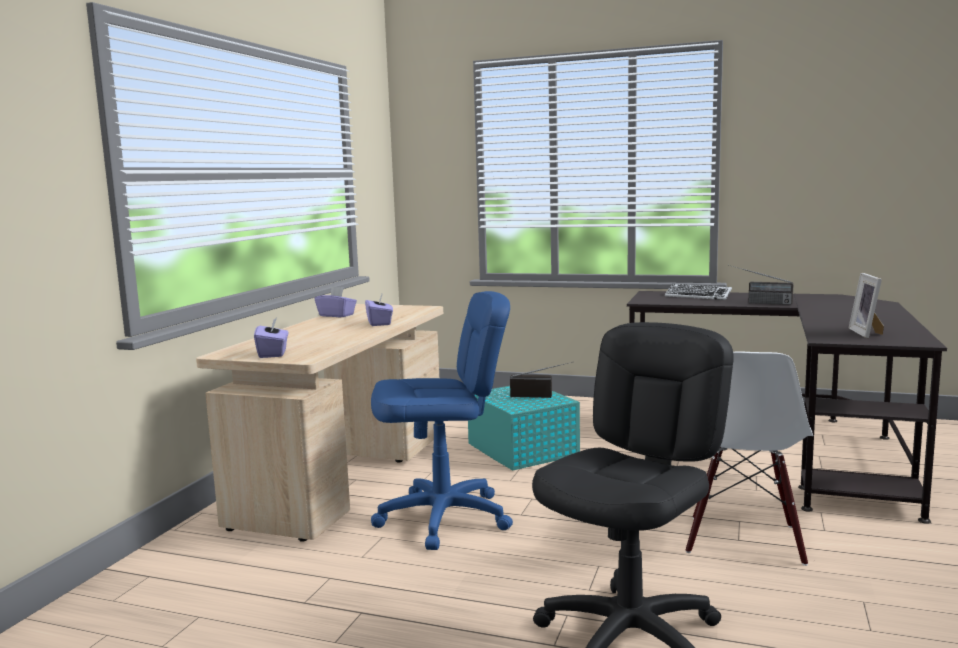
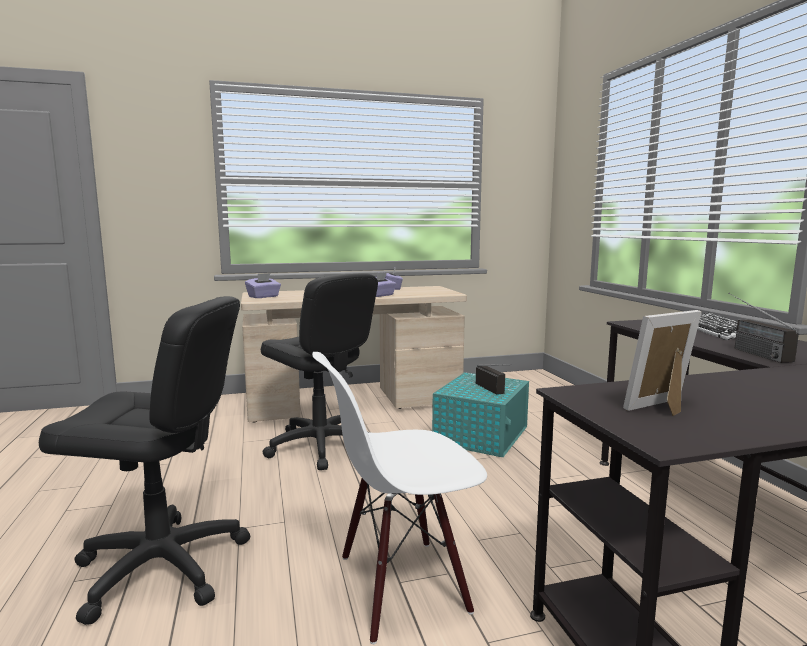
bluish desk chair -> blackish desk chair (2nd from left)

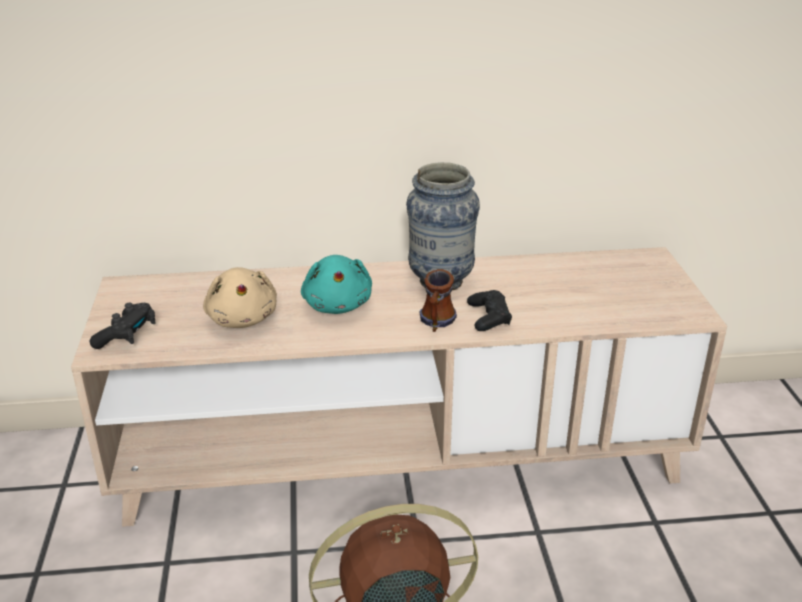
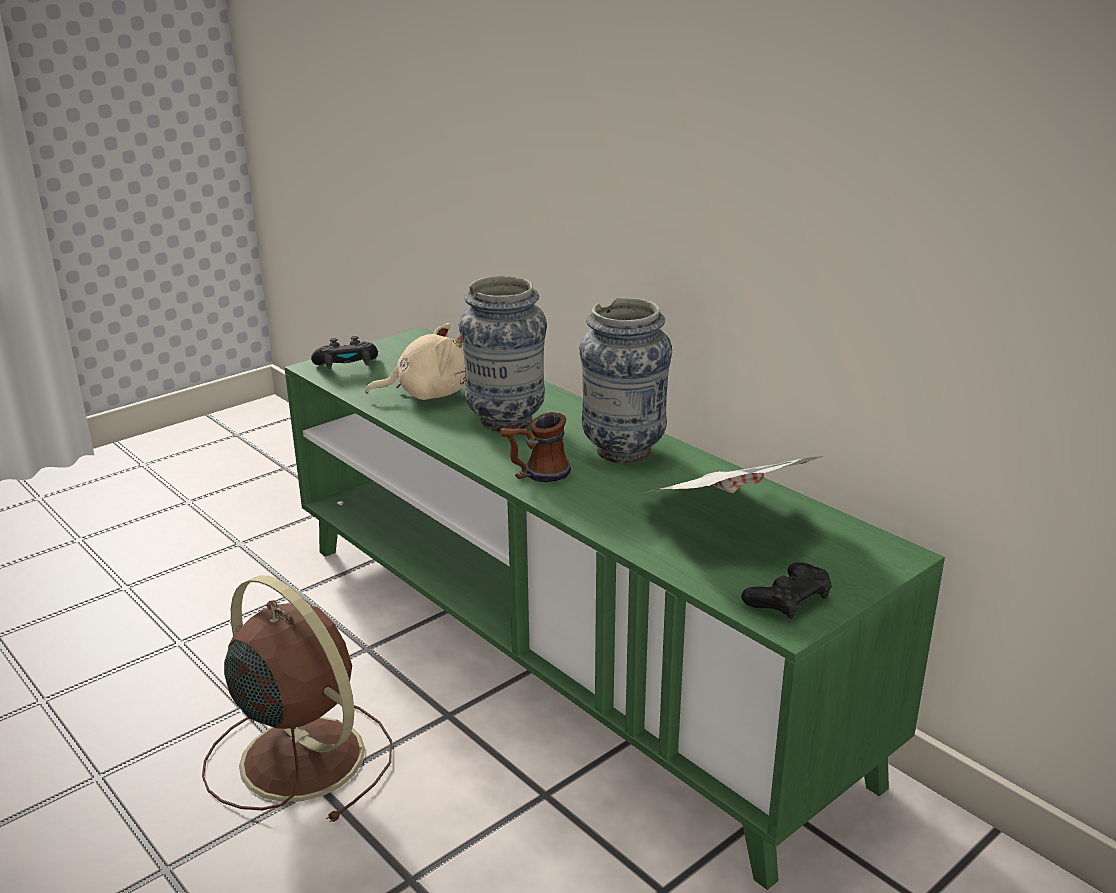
sand-coloured media console -> greenish media console
turquoise-coloured plush toy -> flower vase (1st from left)
sand-coloured plush toy, 135 degrees counterclockwise
blackish game controller (2nd from left), move
none -> printed paper

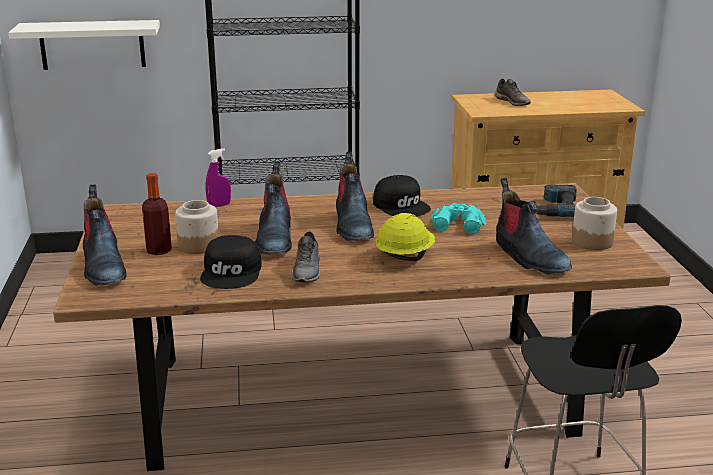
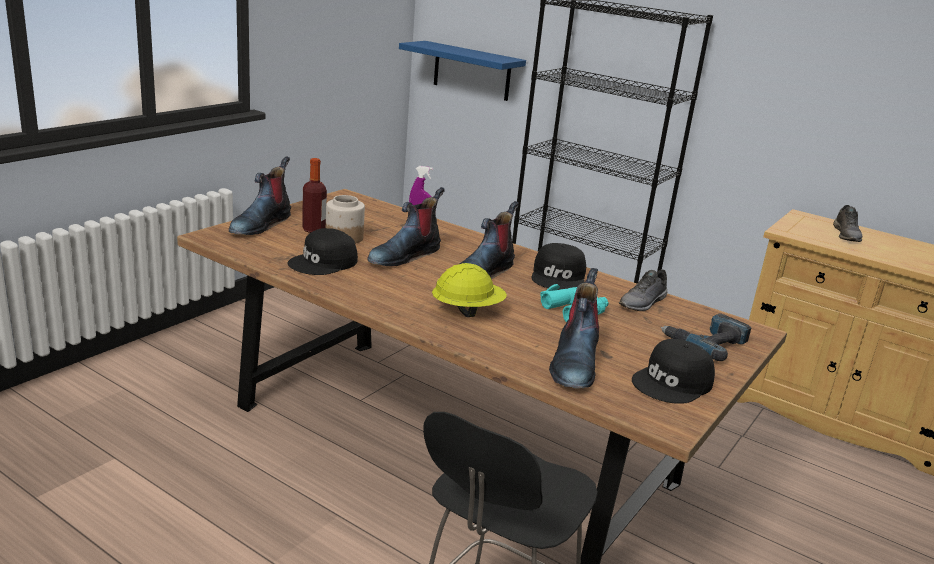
white shelf -> bluish shelf
jar (2nd from left) -> blackish peaked cap (3rd from left)
grey low shoe (1st from left), move

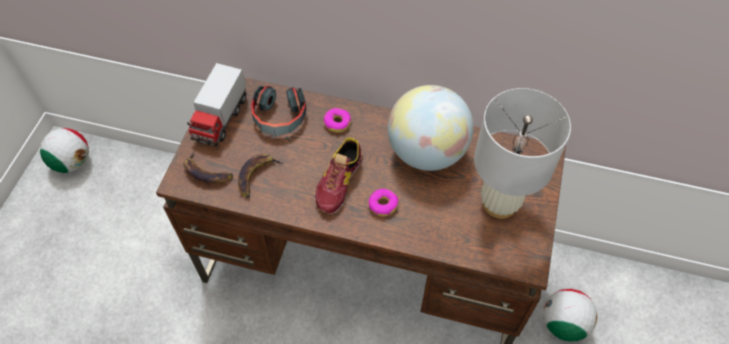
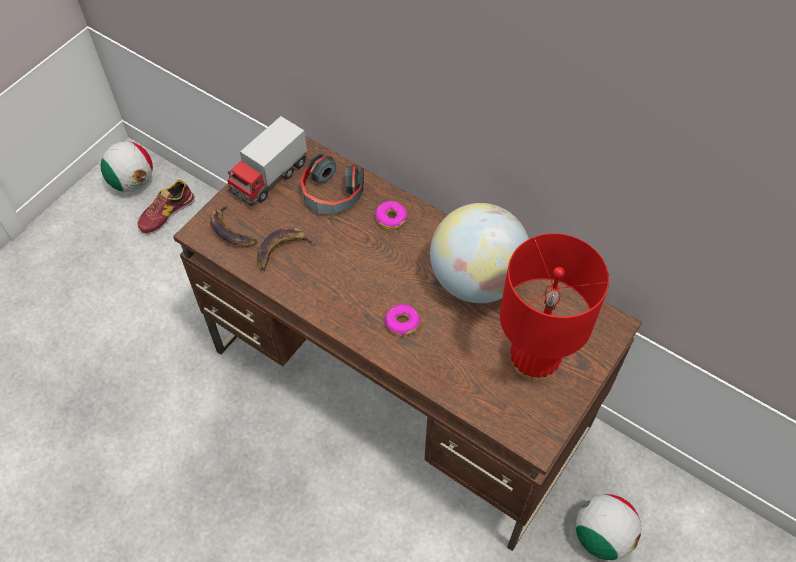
white lamp for a table -> red lamp for a table
low shoe, move

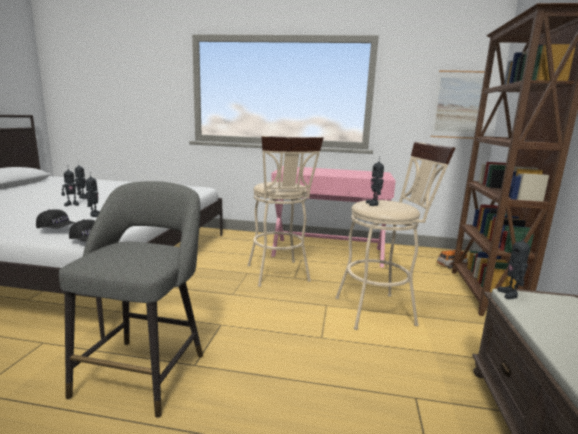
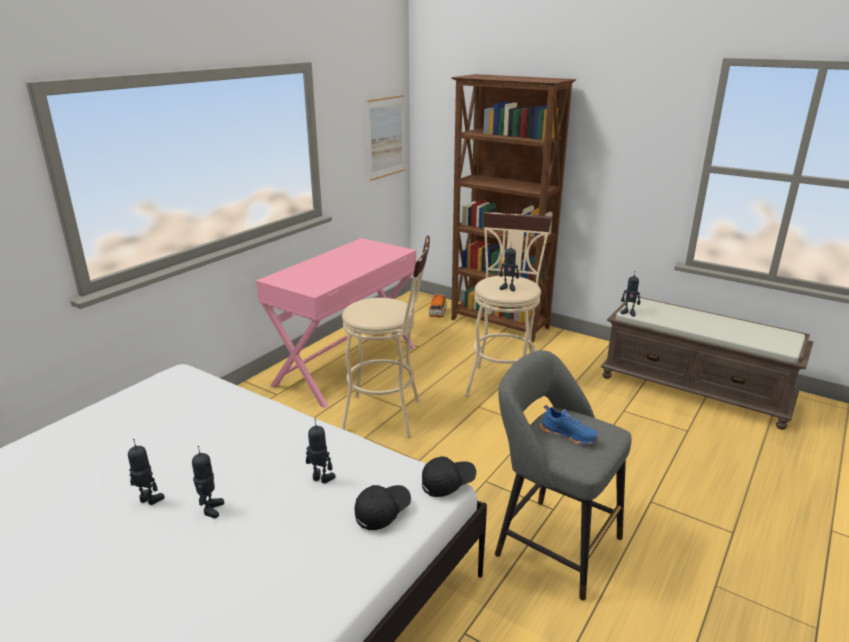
none -> bluish low shoe

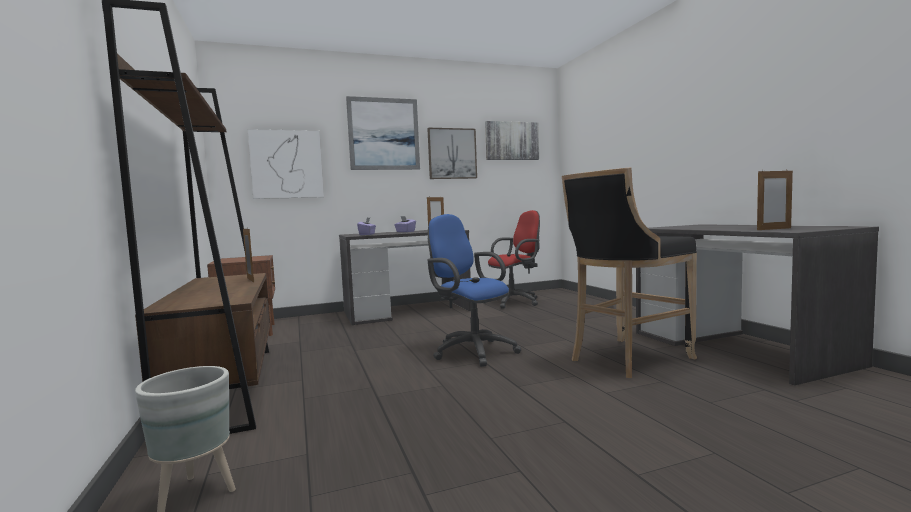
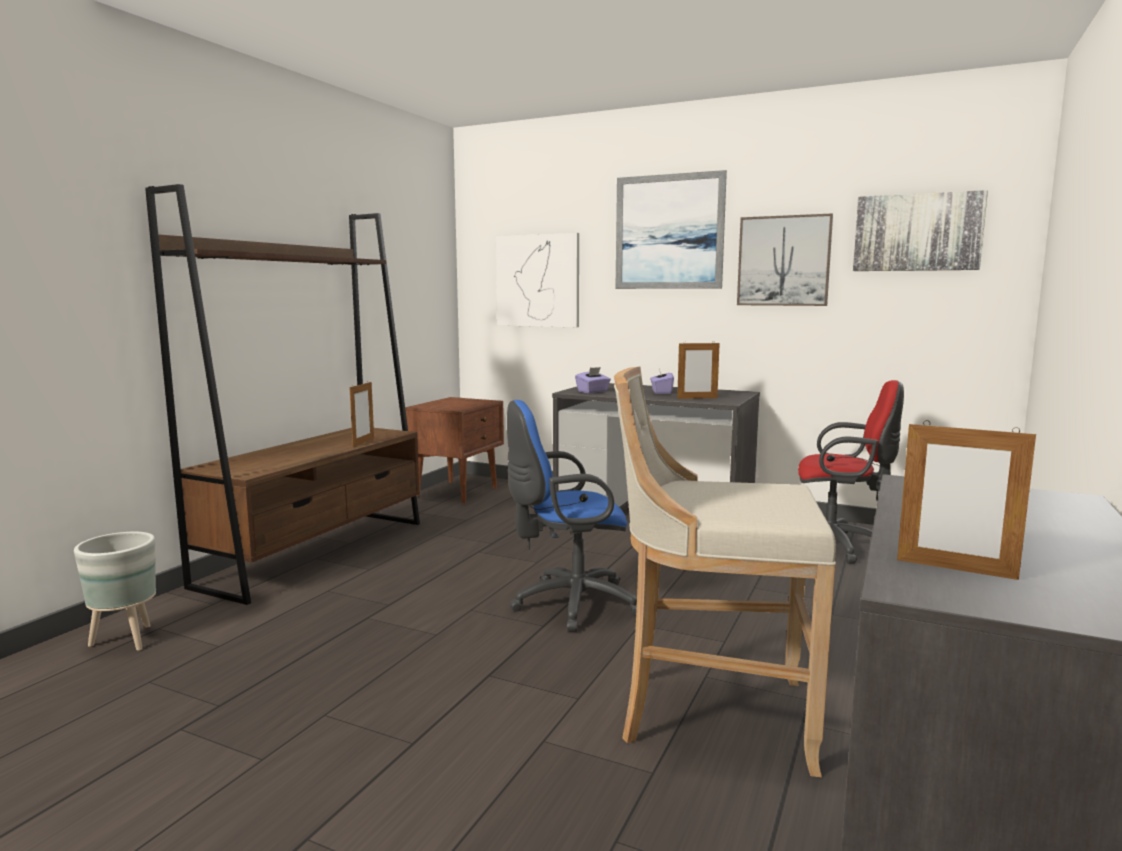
blackish stool seat -> sand-coloured stool seat
bluish desk chair, 105 degrees counterclockwise

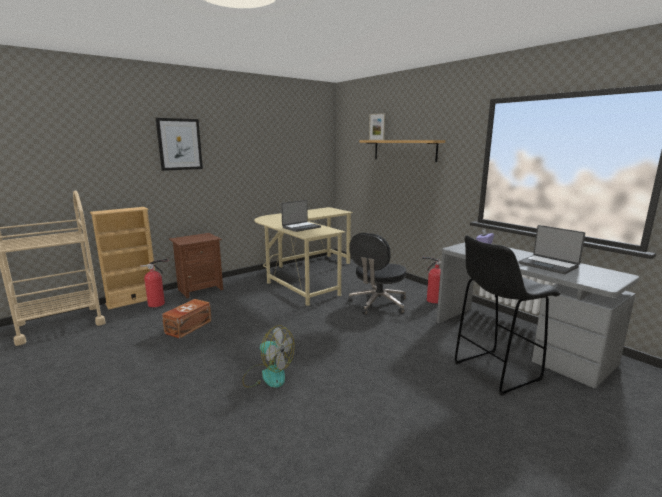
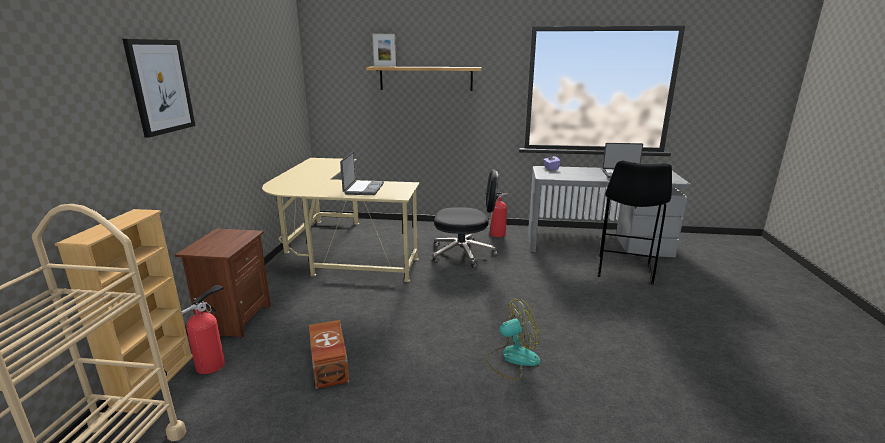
blackish desk chair, 75 degrees counterclockwise

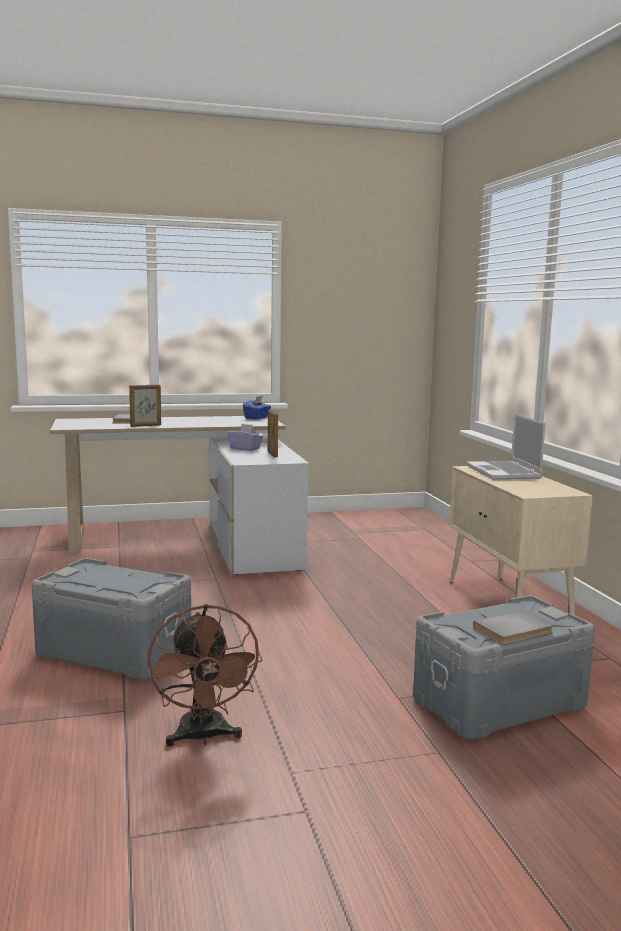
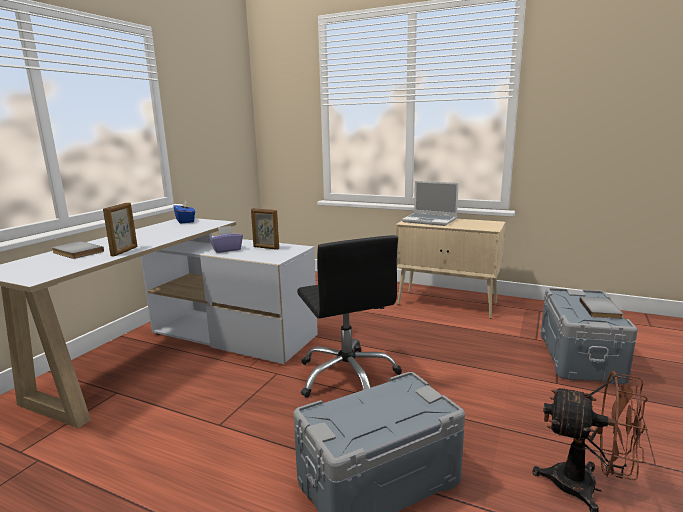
none -> blackish desk chair

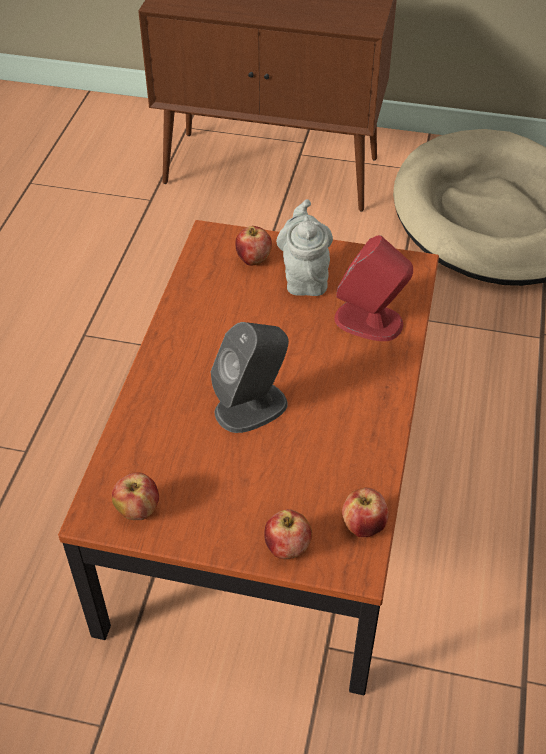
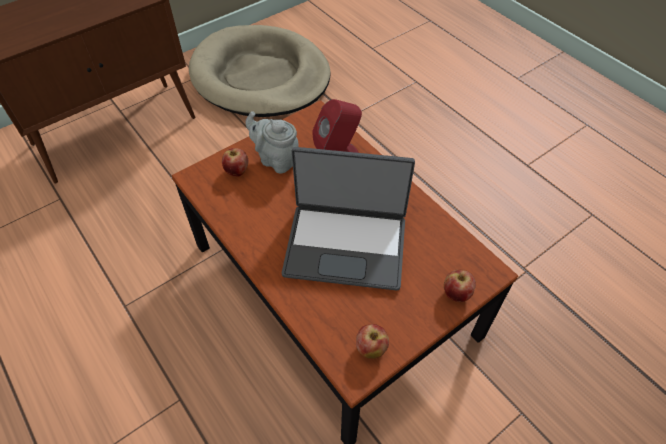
grey audio speaker -> portable computer
whole apple (4th from left) -> none

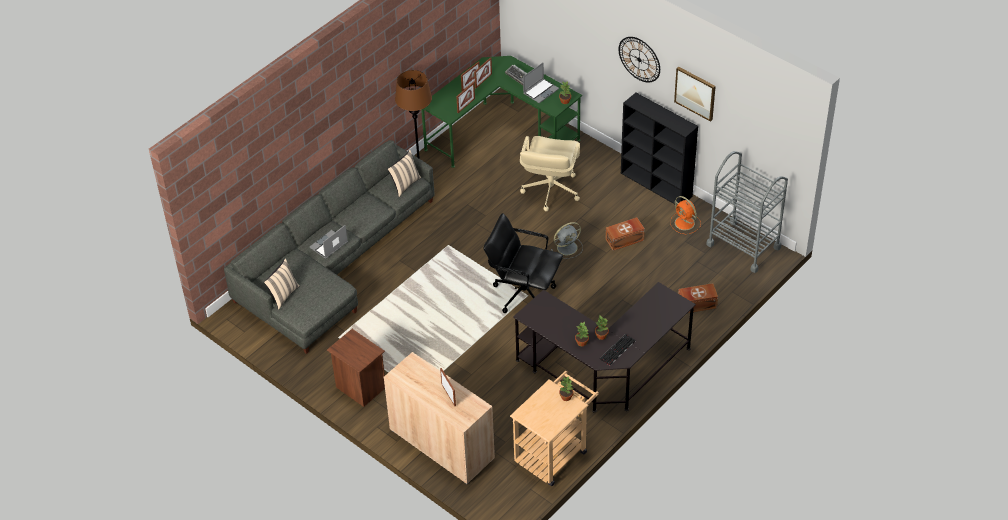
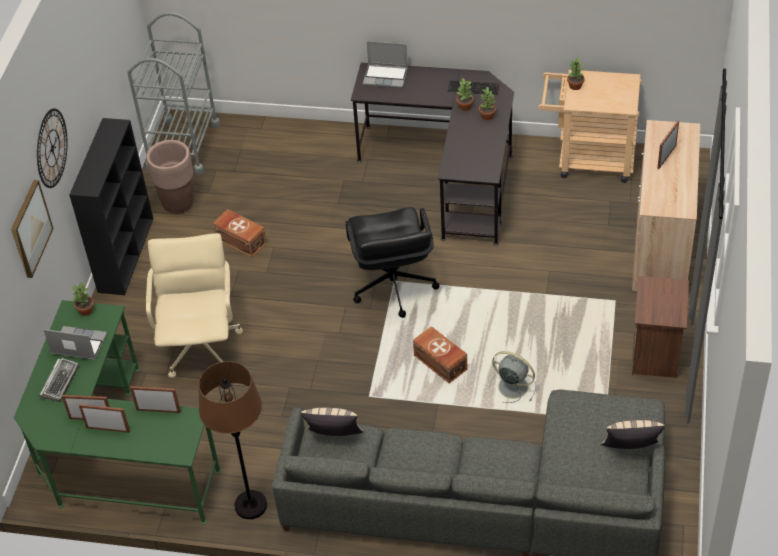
wall picture, move
sand-coloured desk chair, 75 degrees counterclockwise
orangey fan -> brown flower pot
grey fan, move
portable computer (1st from left in the first image) -> portable computer (2nd from left), move
brown storage container (2nd from left), move

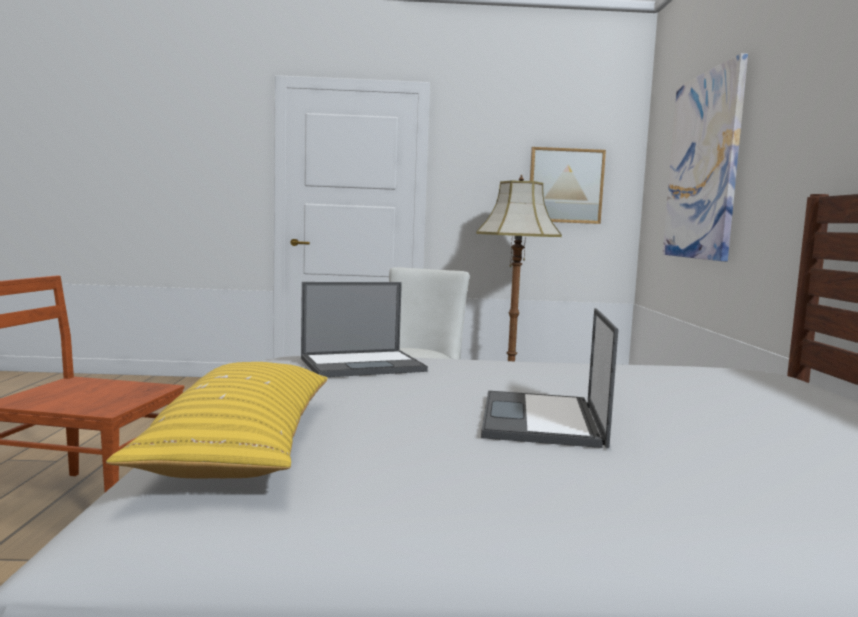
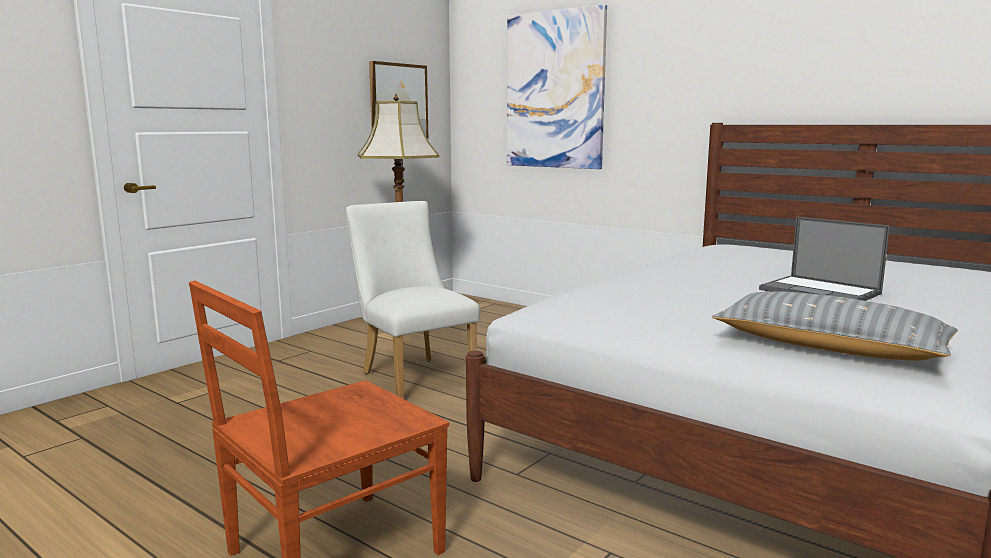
portable computer (1st from left) -> none
yellow pillow -> grey pillow

